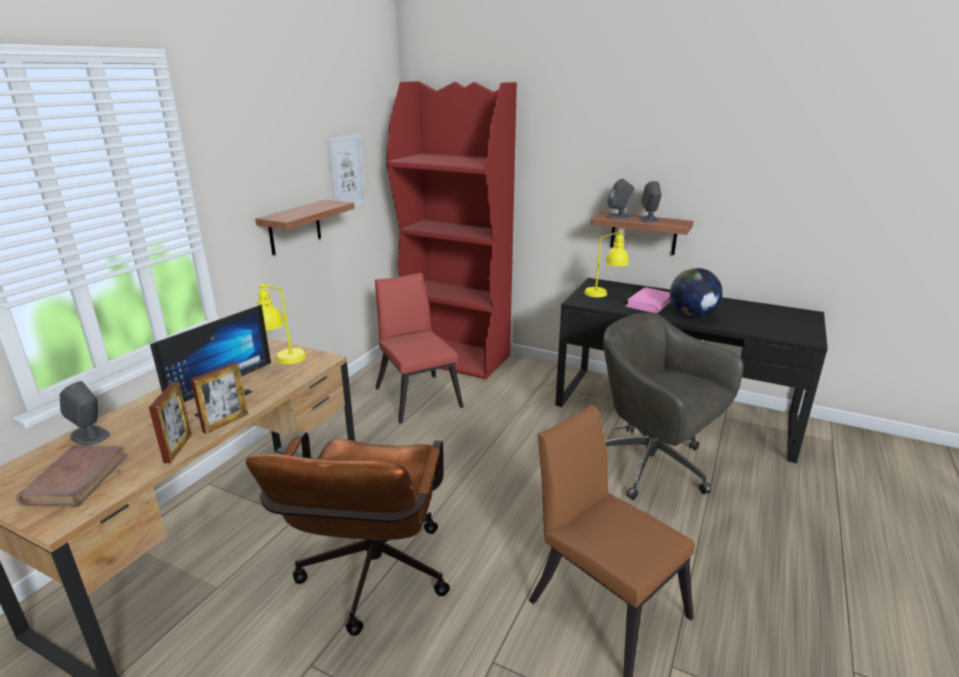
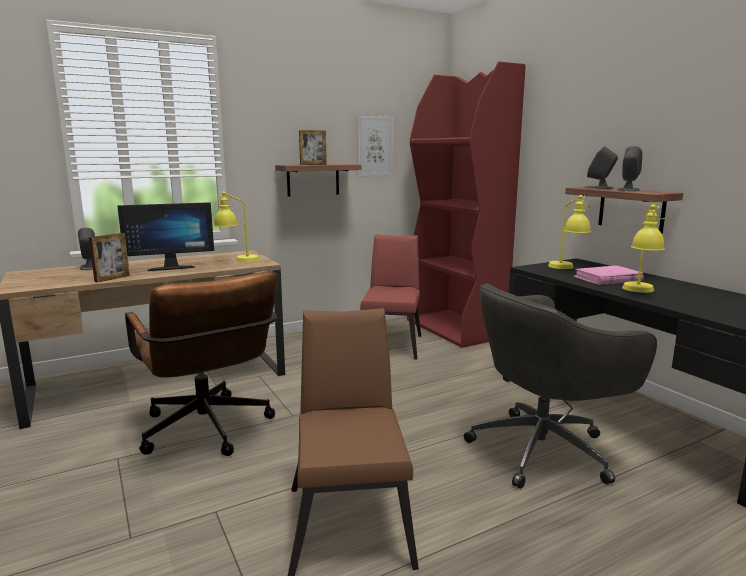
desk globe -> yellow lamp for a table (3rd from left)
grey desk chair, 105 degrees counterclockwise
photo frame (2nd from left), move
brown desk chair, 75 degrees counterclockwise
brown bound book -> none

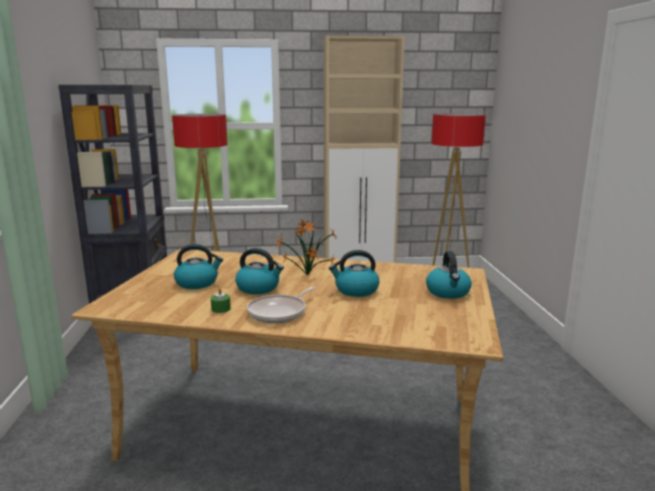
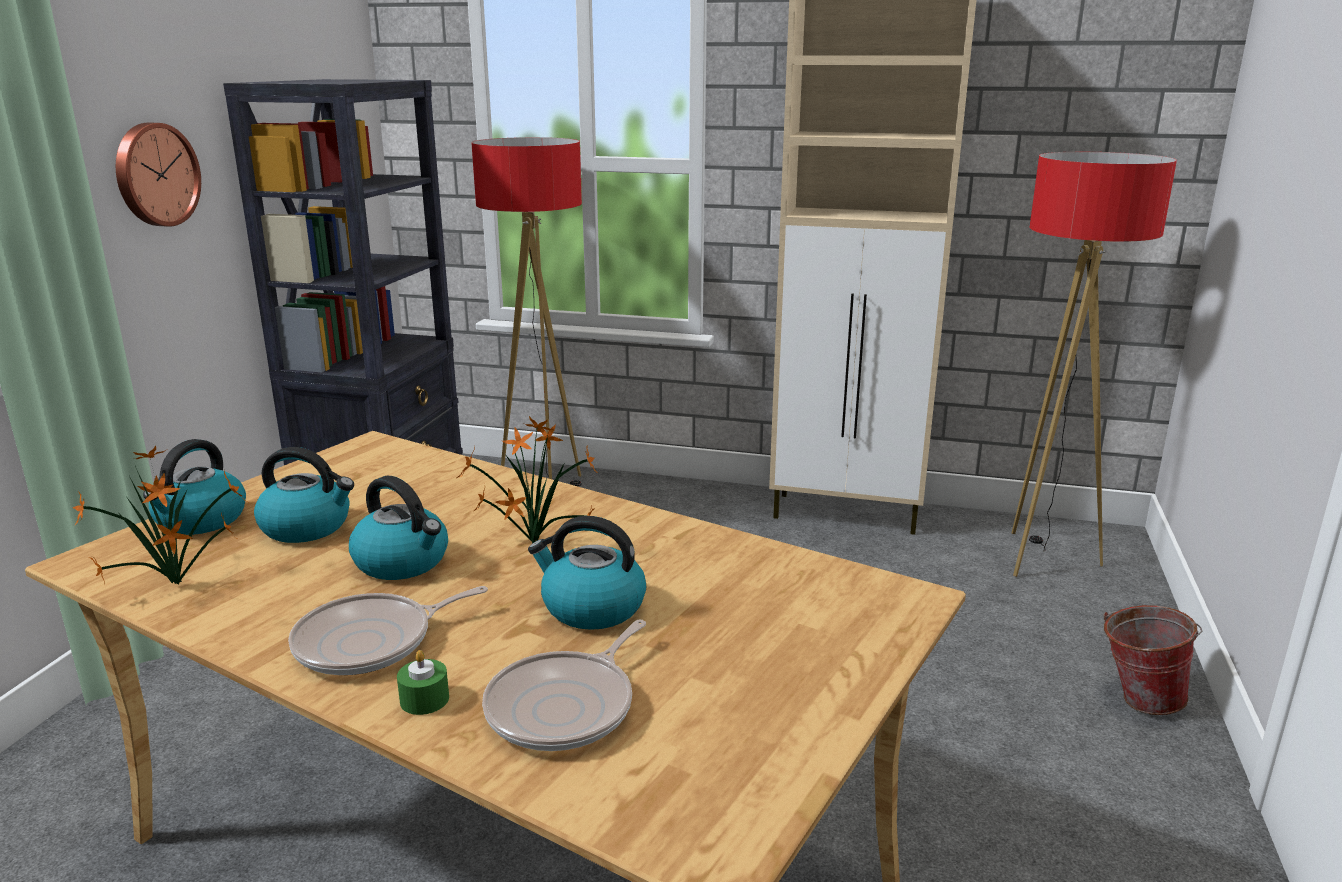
tea kettle (4th from left in the first image) -> tea kettle (1st from left), move
greenish candle, move
none -> hanging clock
none -> houseplant (1st from left)
none -> bucket
none -> frying pan (2nd from left)

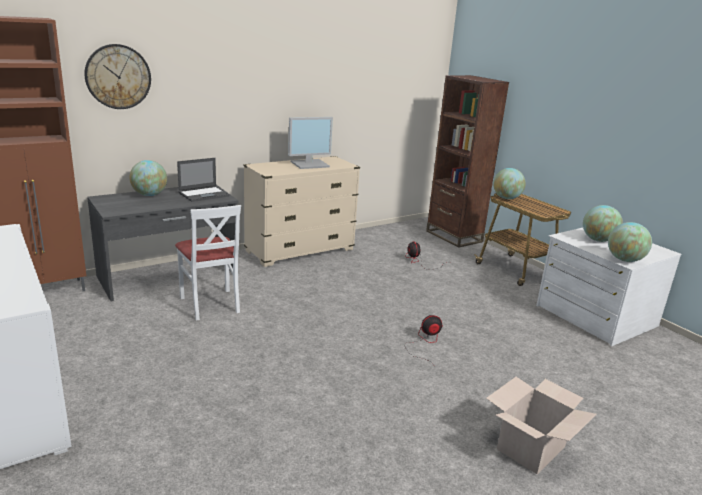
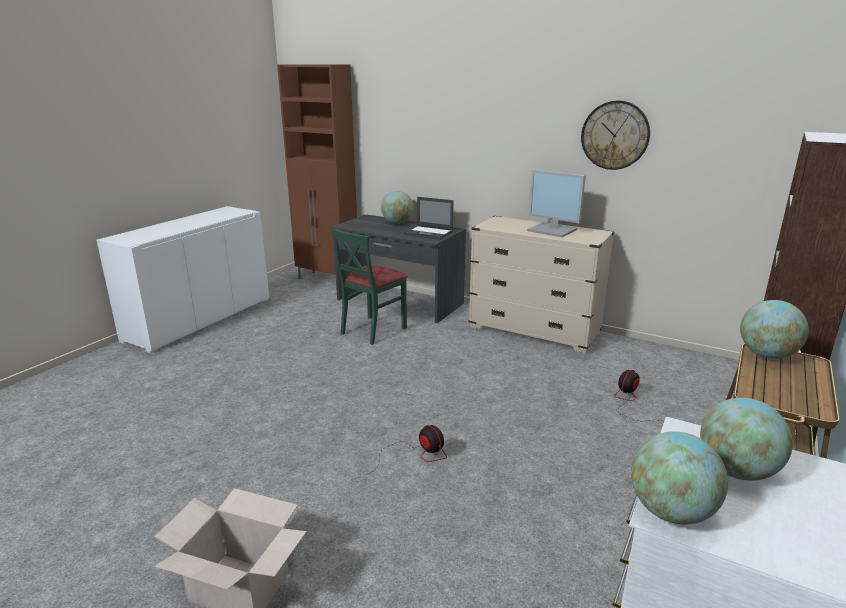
hanging clock, move
white chair -> greenish chair

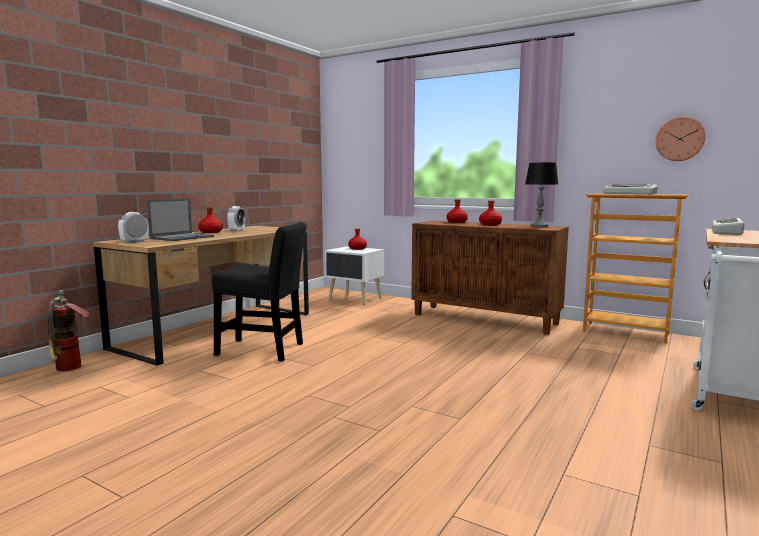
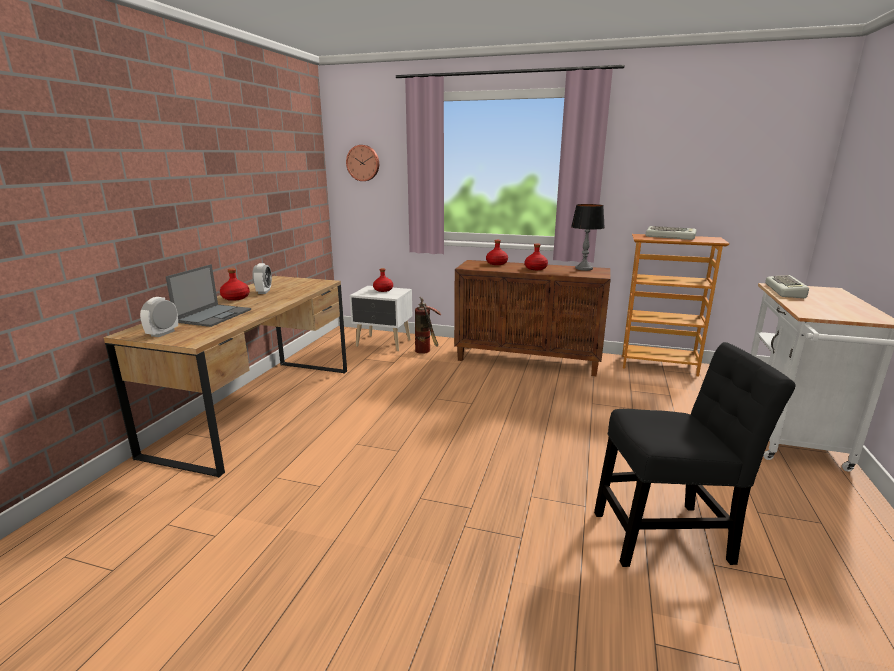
hanging clock, move
blackish chair, move
fire extinguisher, move

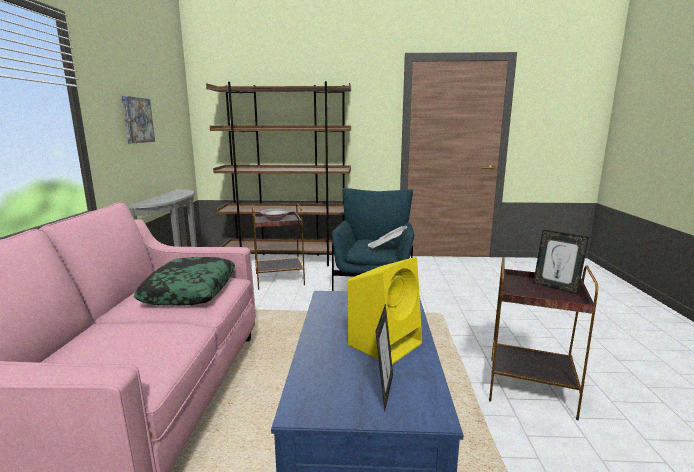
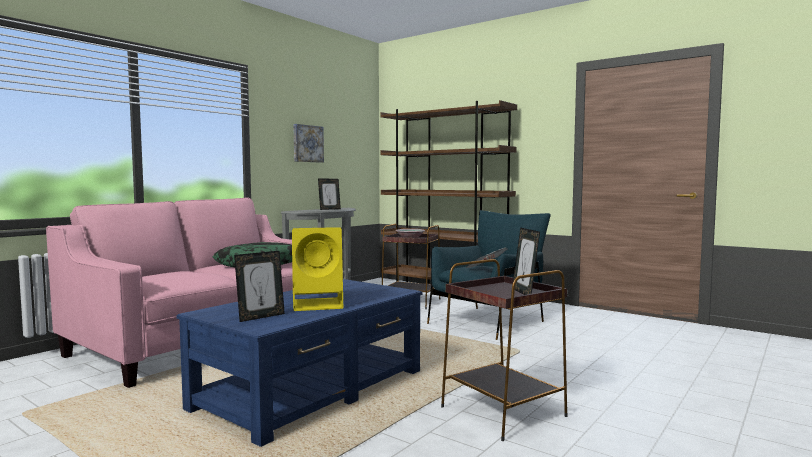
none -> photo frame (2nd from left)

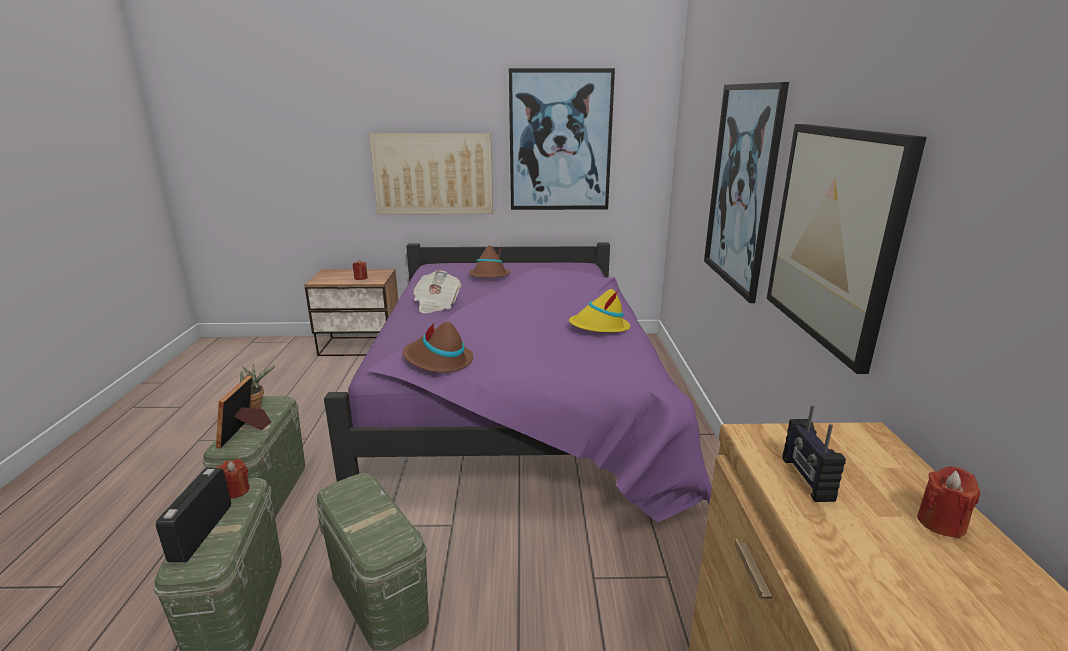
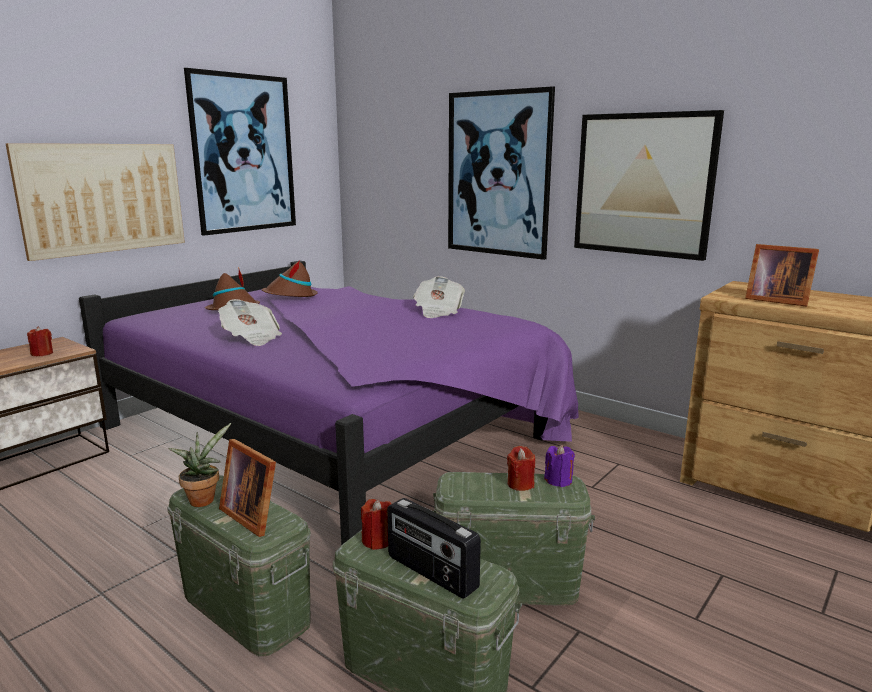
yellow wearable hat -> printed paper (2nd from left)
brown wearable hat (1st from left in the first image) -> brown wearable hat (2nd from left), move
radio receiver (2nd from left) -> photo frame (2nd from left)
red candle (3rd from left), move
none -> purplish candle

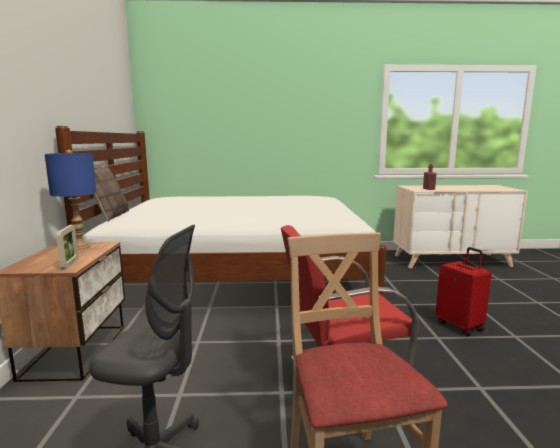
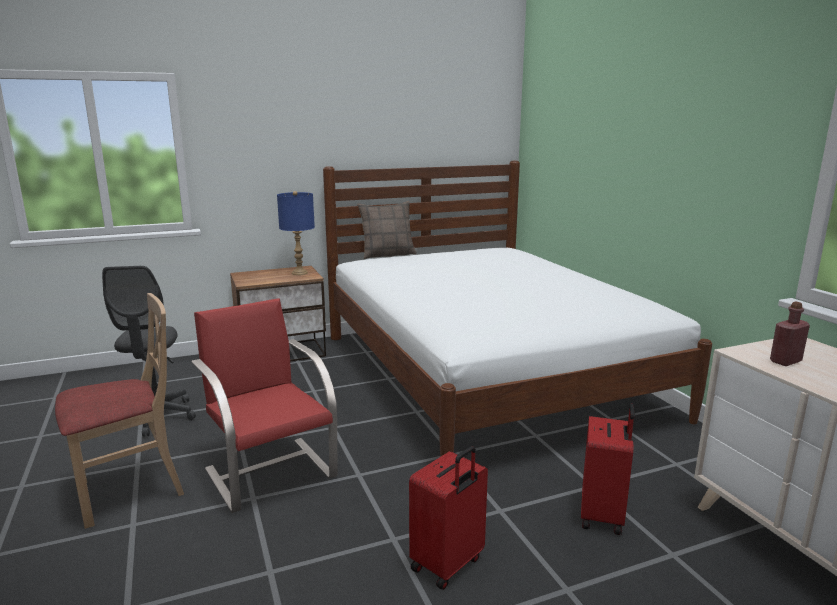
photo frame -> none
none -> red piece of luggage (2nd from left)

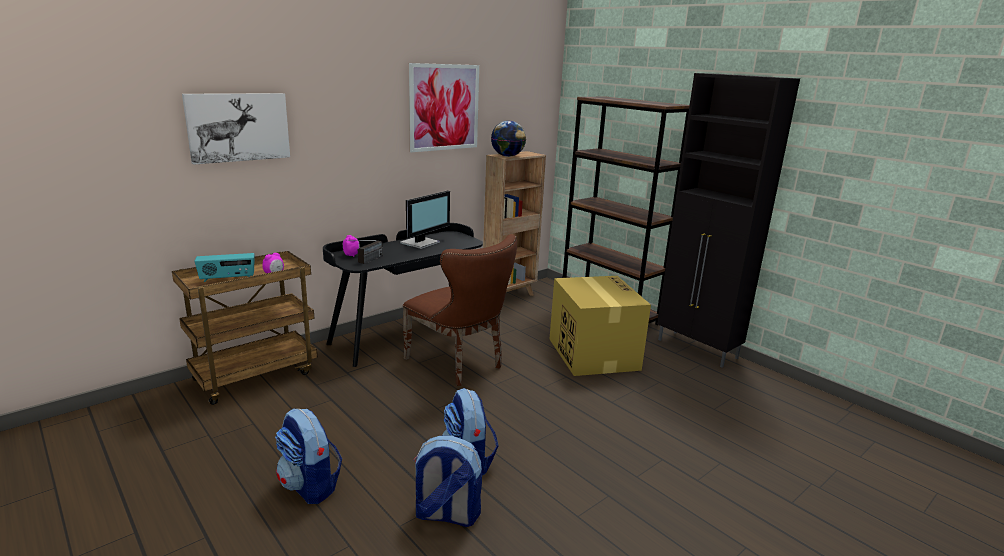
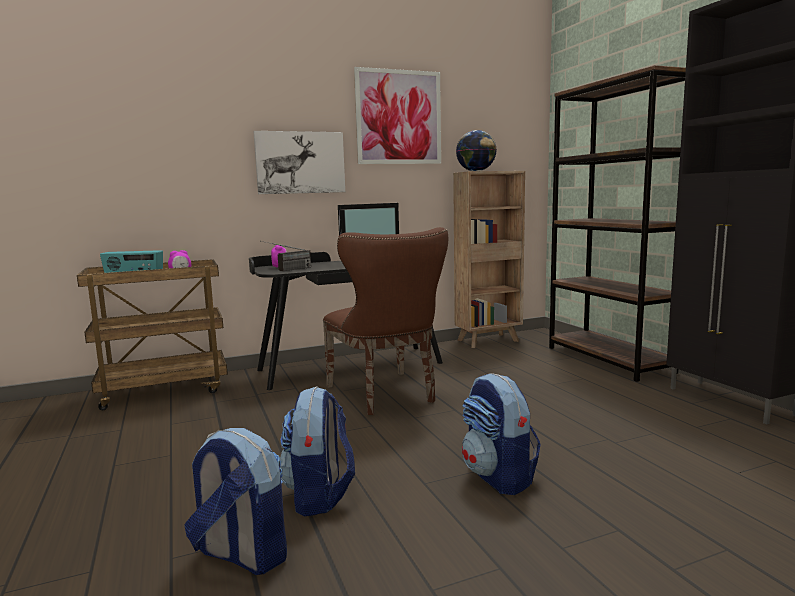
wall picture (1st from left), move
cardboard box -> none
rucksack (1st from left in the first image) -> rucksack (3rd from left), move

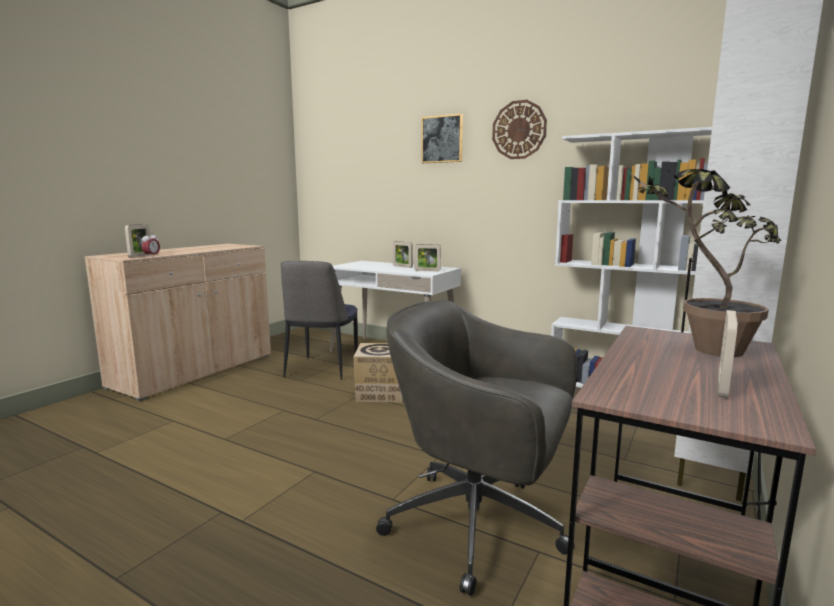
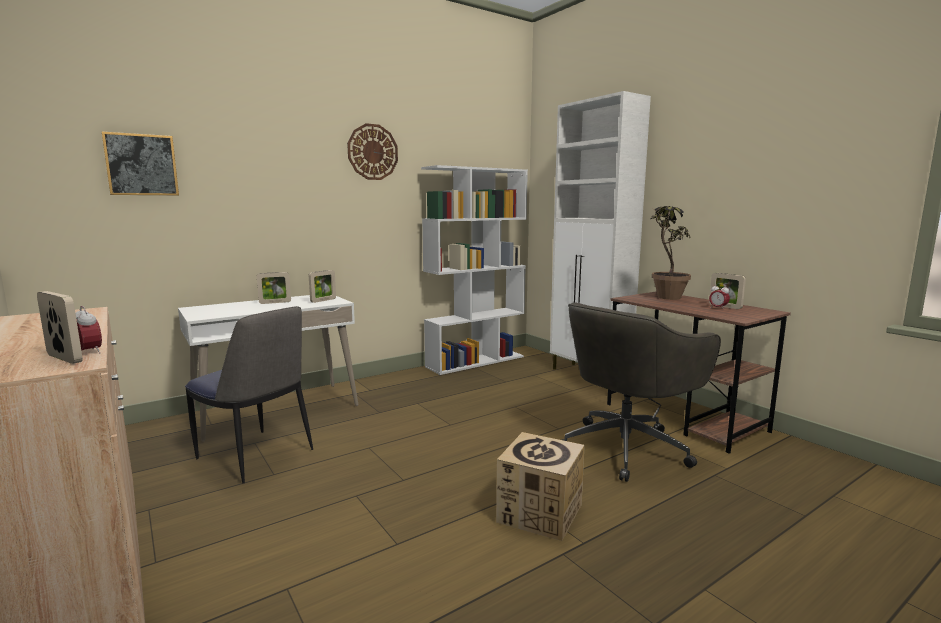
wall picture, move
cardboard box, move
none -> bedside clock (2nd from left)

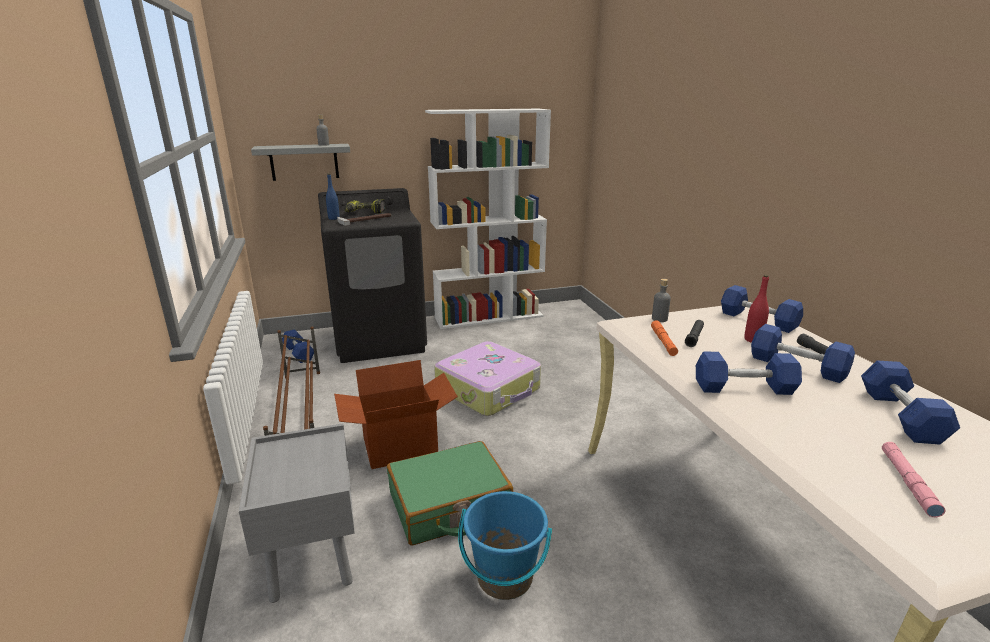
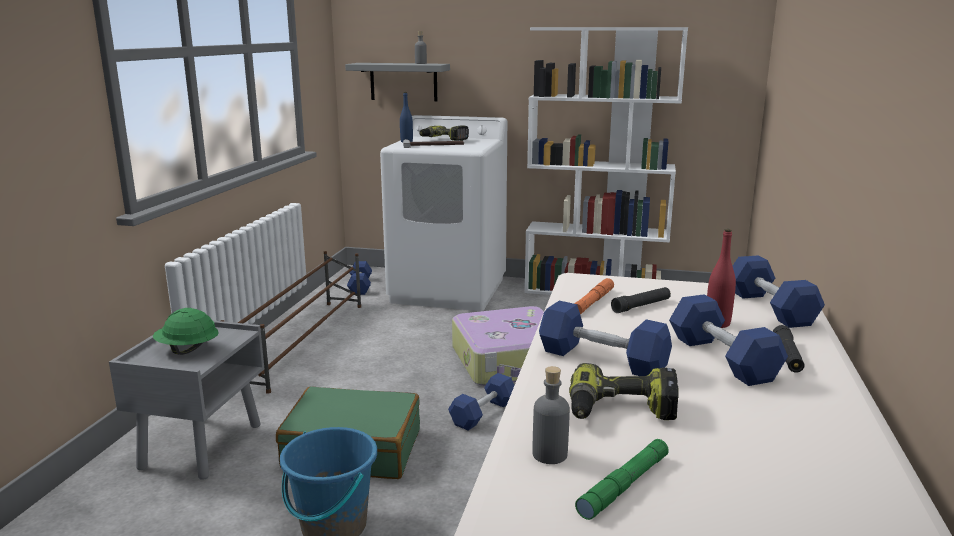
blackish washing machine -> white washing machine
grey bottle (2nd from left), move
cardboard box -> none
bluish hand weight (5th from left in the first image) -> bluish hand weight (2nd from left), move
pinkish hand torch -> greenish hand torch
none -> greenish work helmet
none -> power drill (2nd from left)

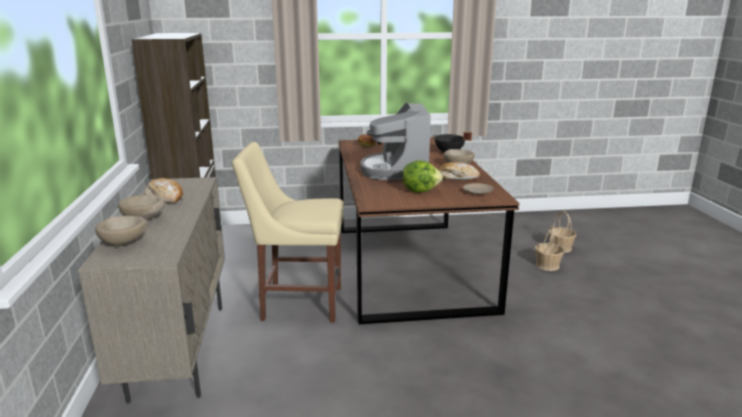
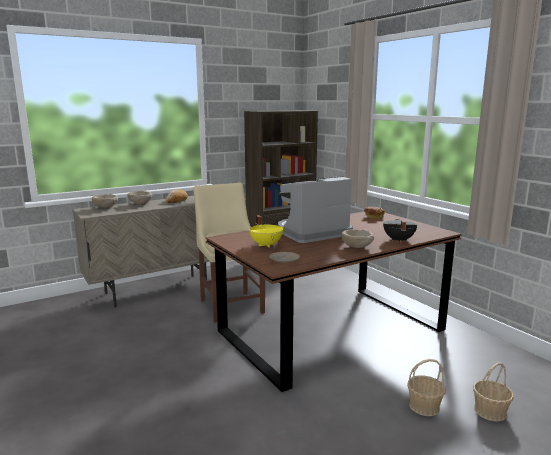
lettuce head -> yellow stockpot
baked bread (3rd from left) -> none

